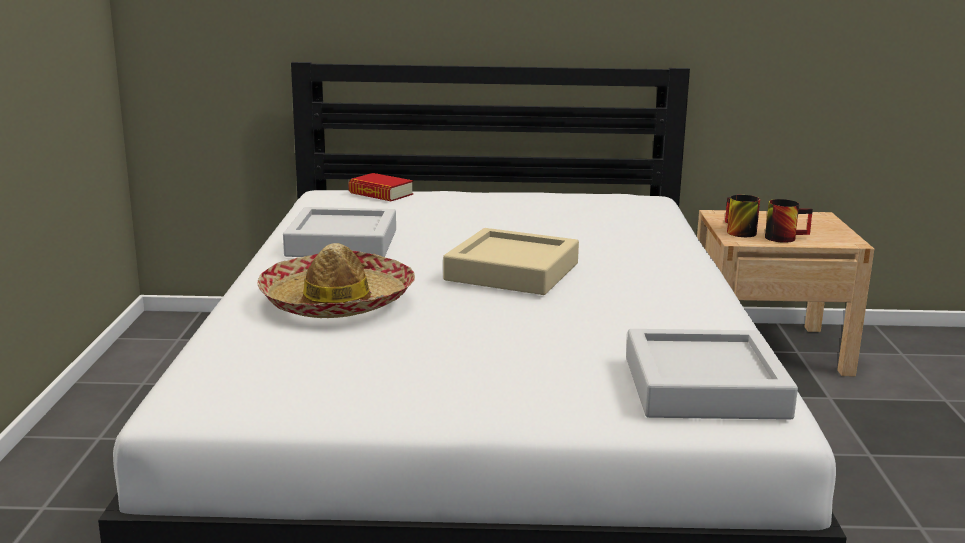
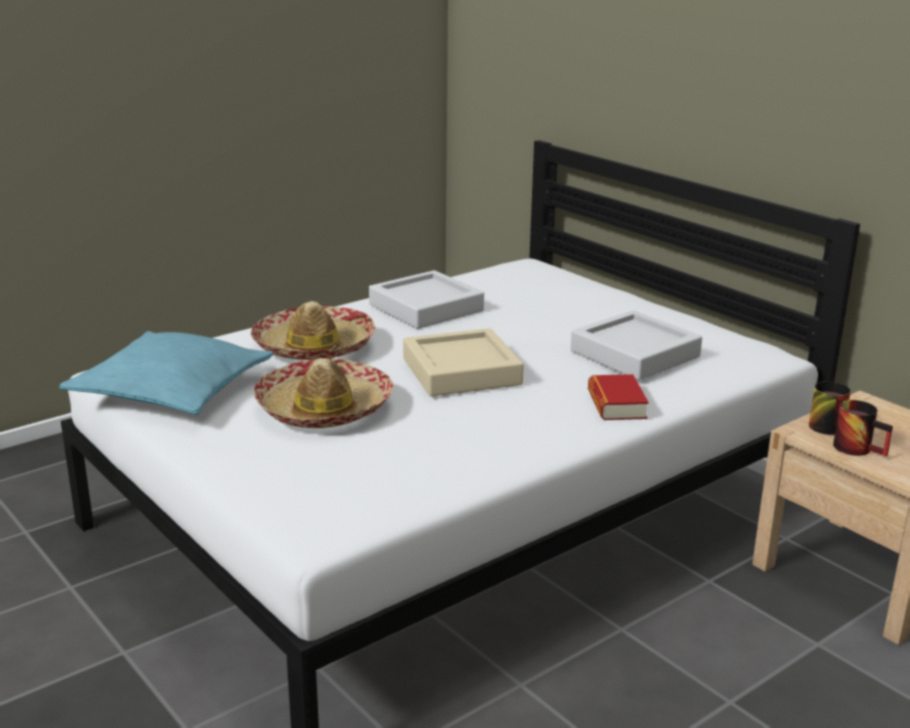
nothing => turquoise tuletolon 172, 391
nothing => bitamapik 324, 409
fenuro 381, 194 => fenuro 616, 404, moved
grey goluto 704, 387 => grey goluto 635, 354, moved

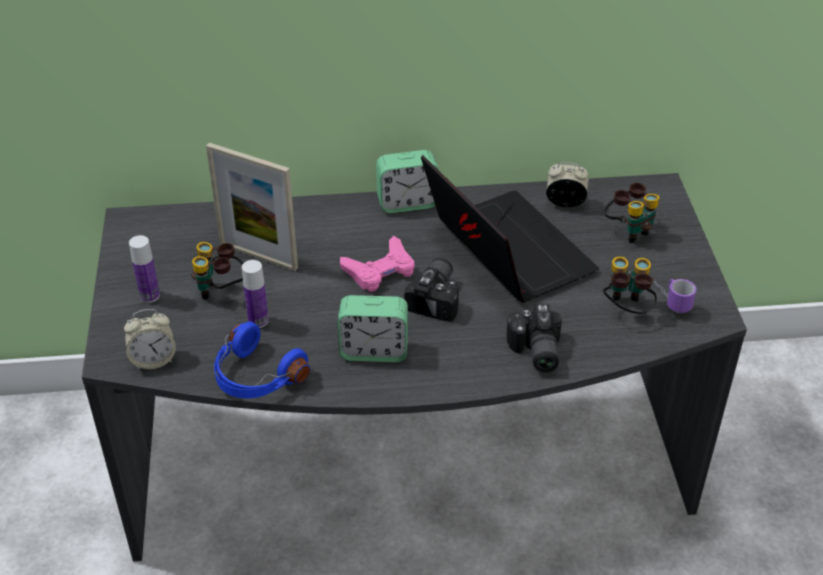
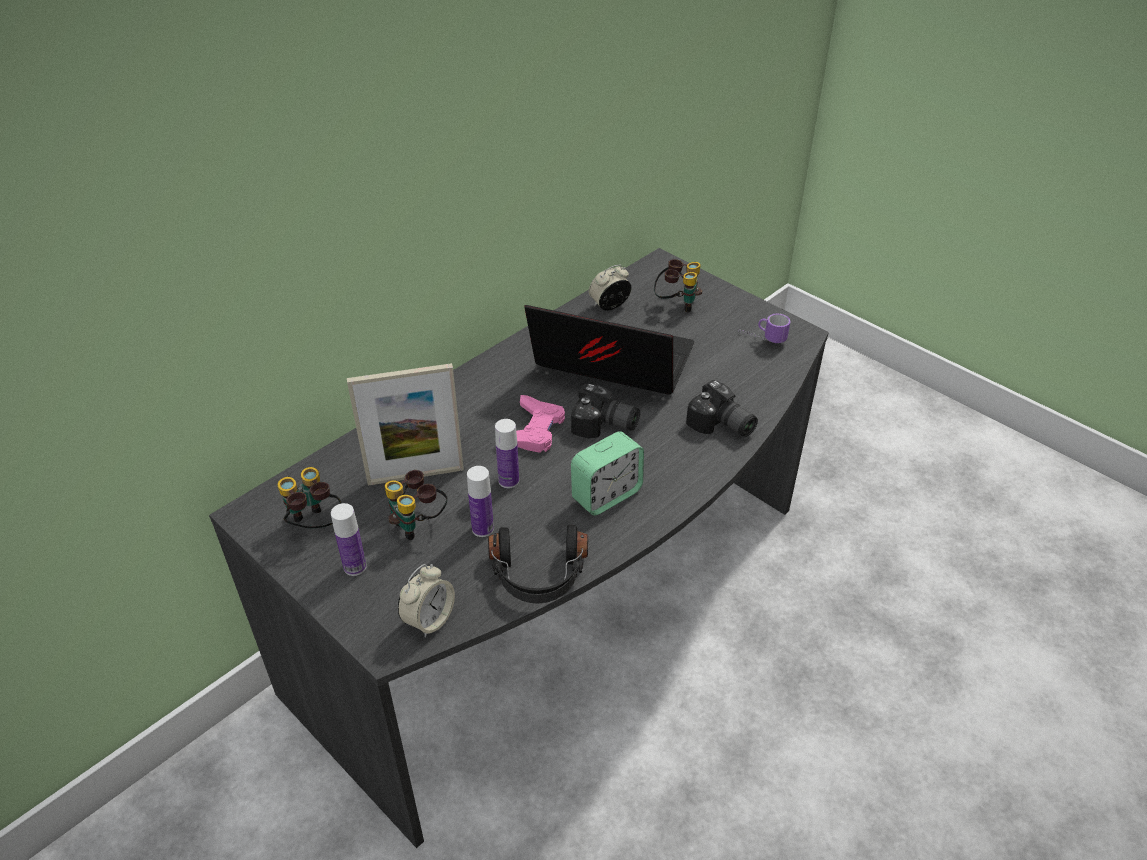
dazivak 407, 203 => nothing
nothing => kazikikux 508, 481
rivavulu 625, 309 => rivavulu 314, 525, moved
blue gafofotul 256, 377 => black gafofotul 538, 576
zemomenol 438, 298 => zemomenol 605, 426, 135 degrees clockwise

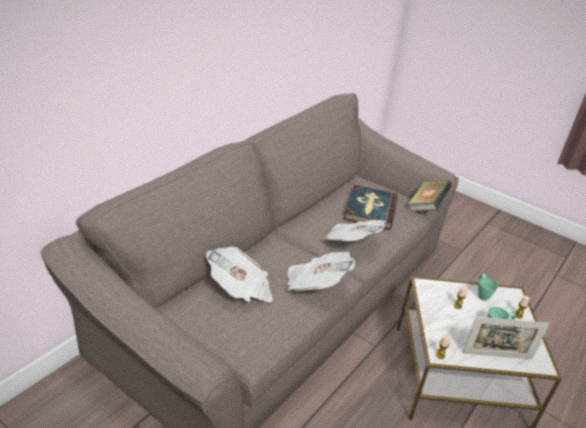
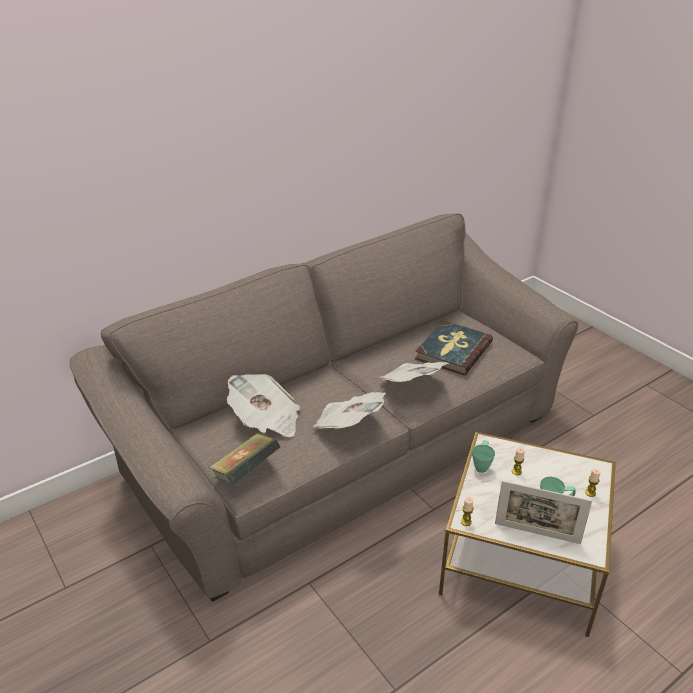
fenuro 426, 207 => fenuro 246, 473, moved
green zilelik 481, 294 => green zilelik 481, 465, moved

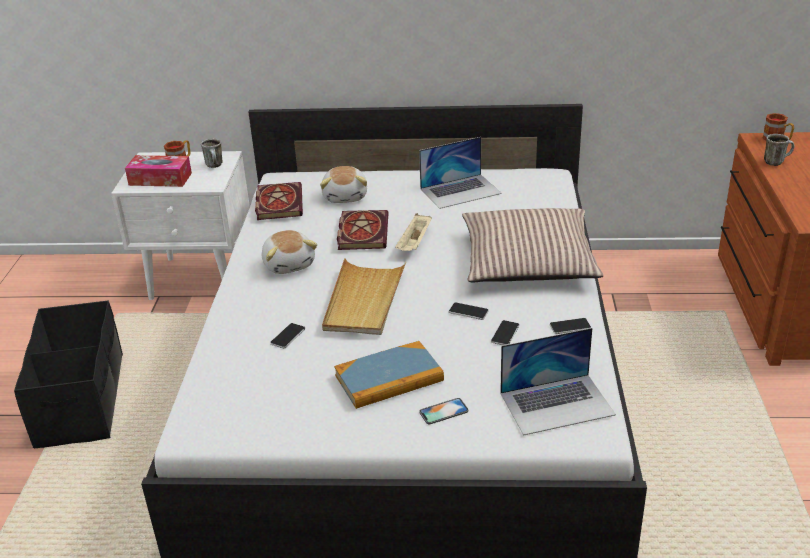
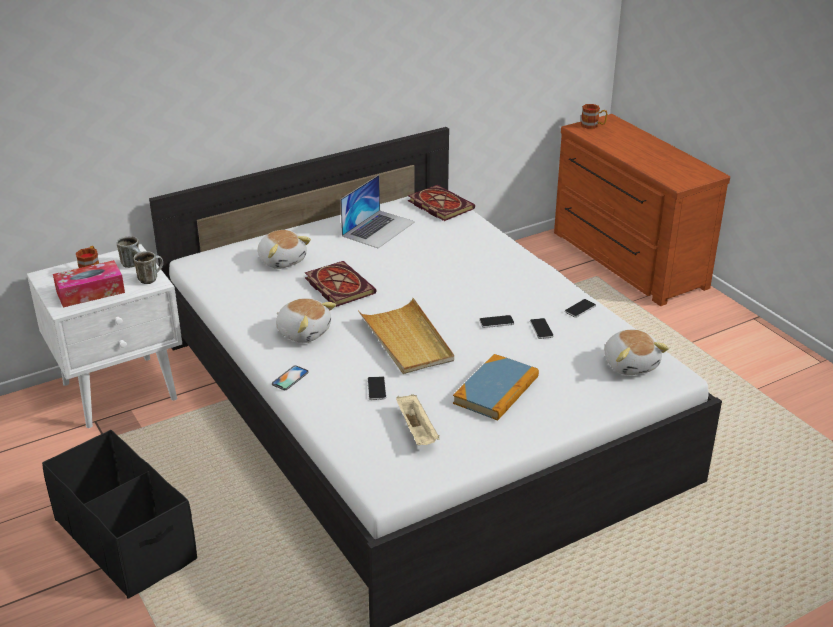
tuletolon 528, 261 => nothing
fenuro 278, 203 => fenuro 438, 205, moved
beige goluto 415, 243 => beige goluto 417, 431, moved
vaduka 443, 411 => vaduka 290, 378, moved
zilelik 776, 162 => zilelik 150, 278, moved
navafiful 557, 404 => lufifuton 631, 364

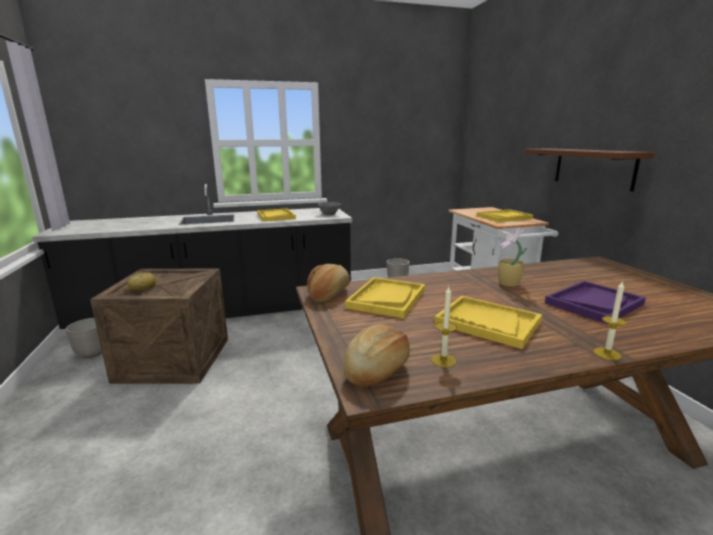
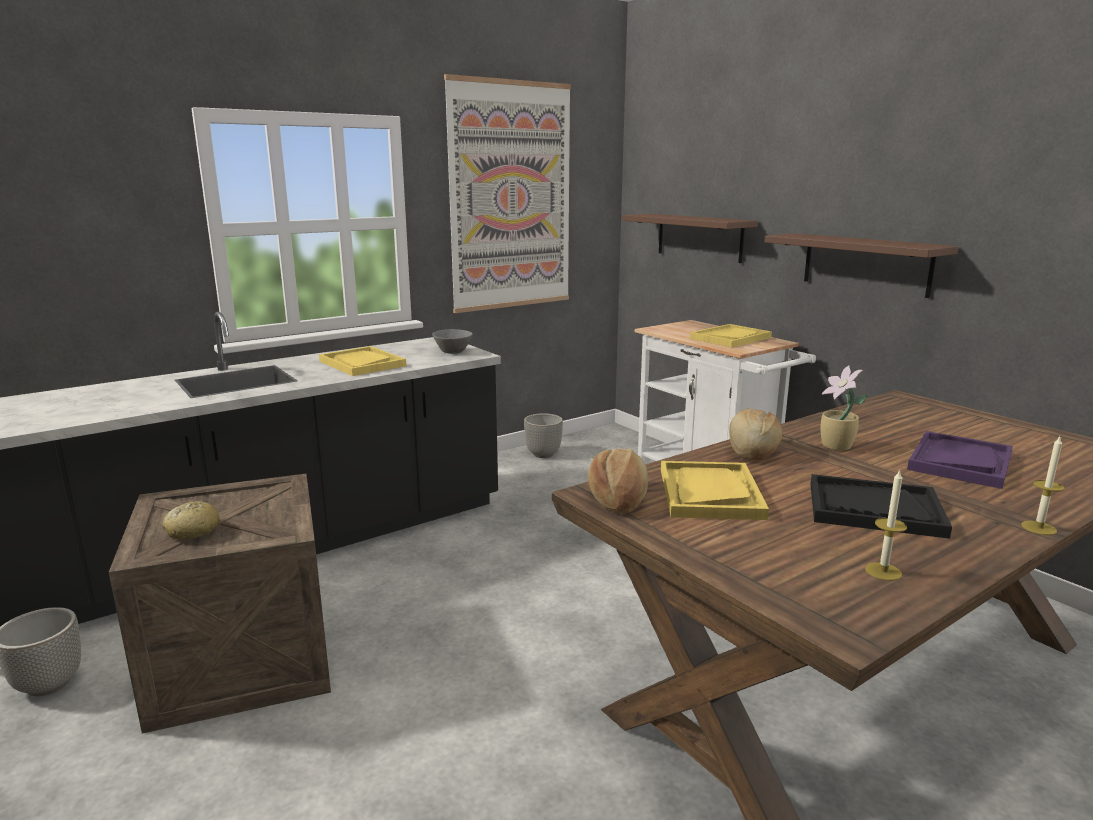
nothing => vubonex 511, 197
nothing => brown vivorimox 699, 237
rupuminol 377, 369 => rupuminol 751, 450, moved
yellow goluto 487, 323 => black goluto 874, 509

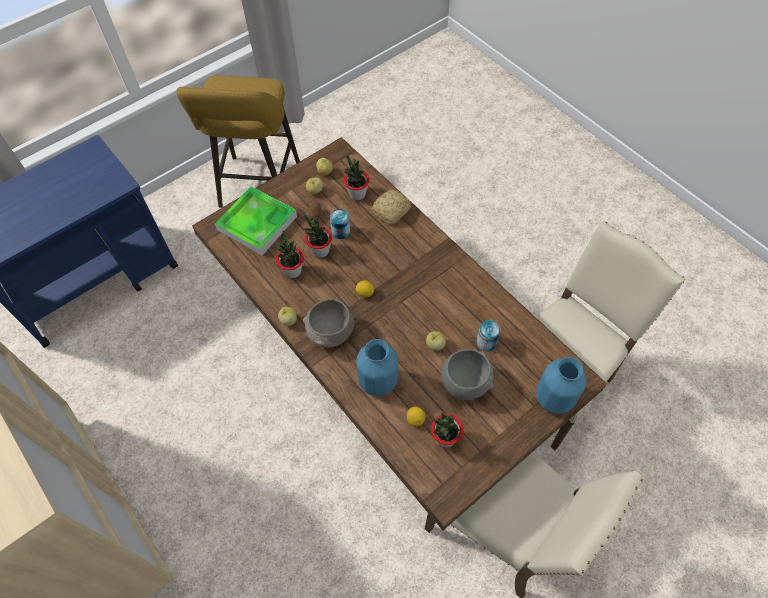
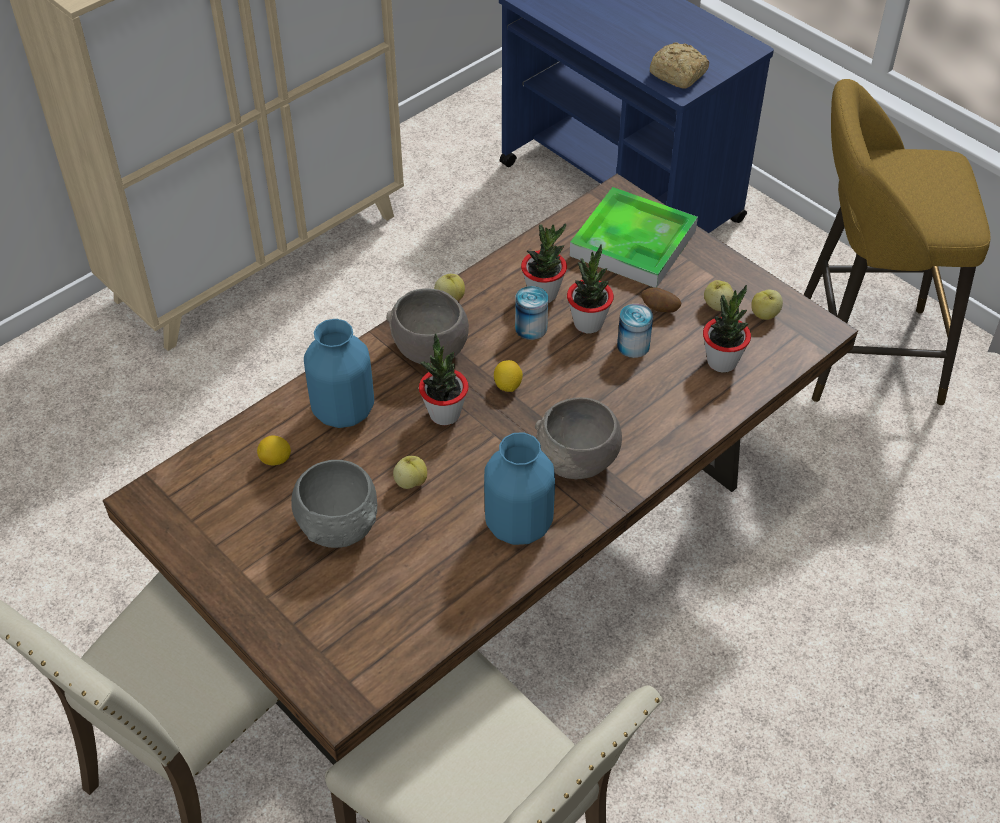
nothing => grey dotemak 577, 460
rupuminol 392, 210 => rupuminol 679, 75, moved
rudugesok 445, 438 => rudugesok 444, 414, moved
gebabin 486, 342 => gebabin 531, 328, moved
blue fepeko 554, 398 => blue fepeko 519, 526, moved

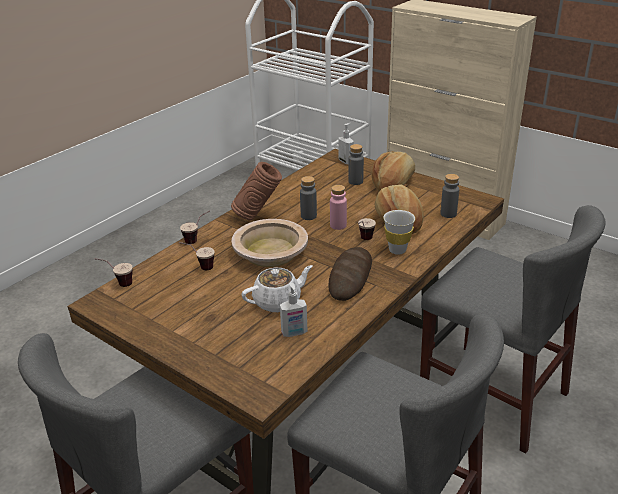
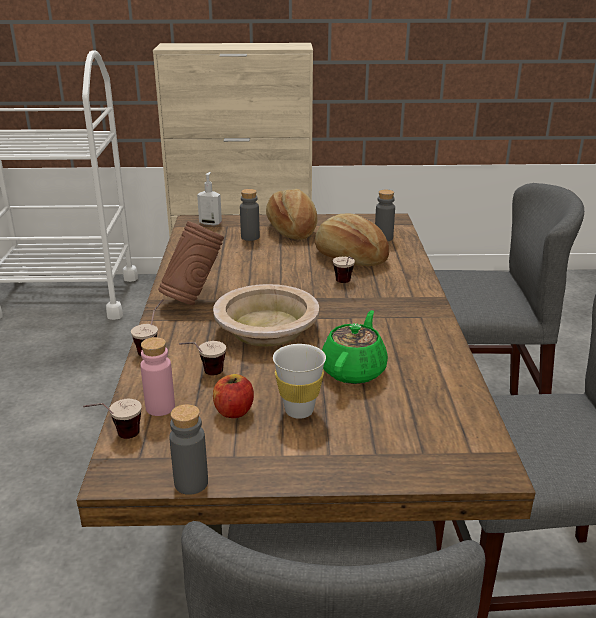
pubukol 294, 333 => nothing
rupuminol 350, 277 => nothing
nothing => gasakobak 234, 411
grey kazikikux 308, 216 => grey kazikikux 191, 483, moved
pink kazikikux 338, 225 => pink kazikikux 160, 407, moved
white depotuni 397, 250 => white depotuni 299, 410, moved
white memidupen 278, 301 => green memidupen 354, 370

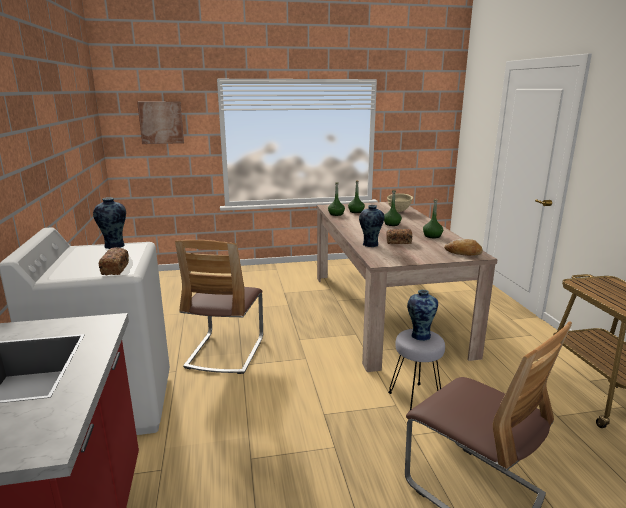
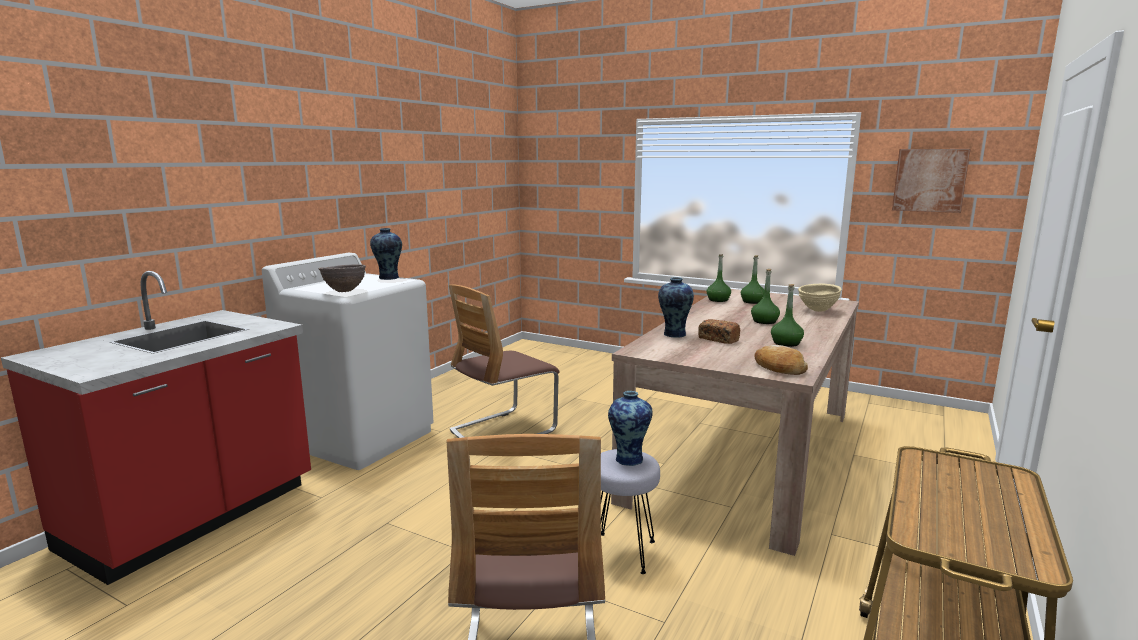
vubonex 161, 122 => vubonex 929, 180, moved
rupuminol 115, 269 => brown dotemak 344, 291

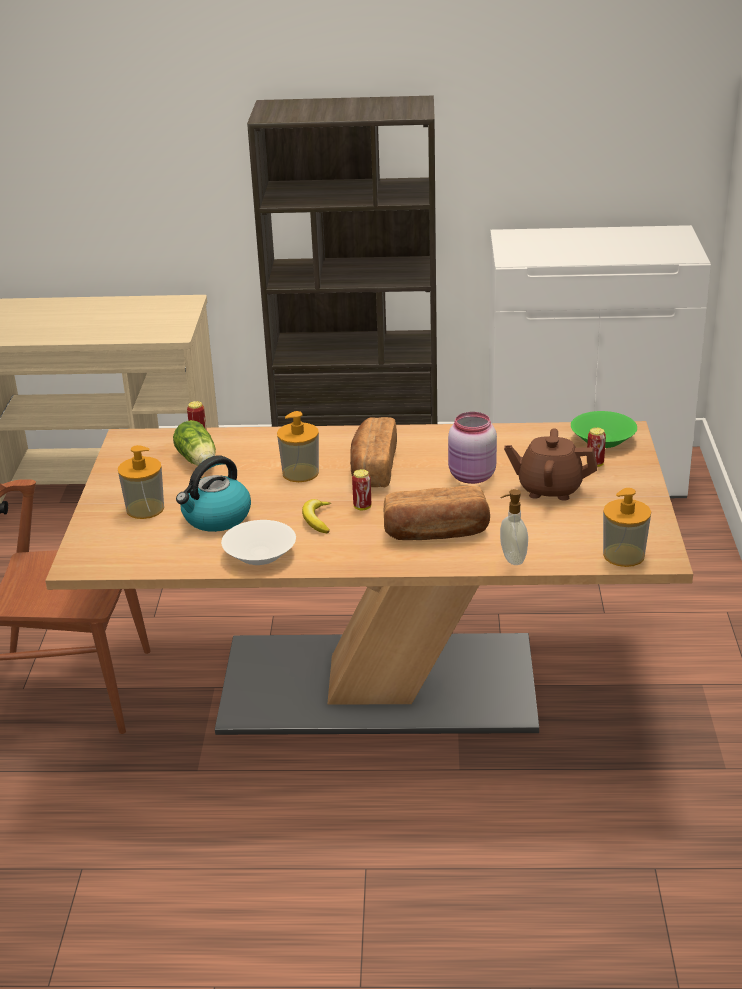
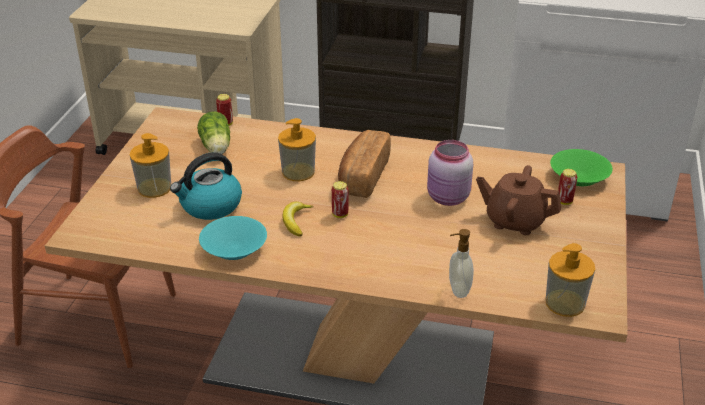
rupuminol 436, 532 => nothing
white dotemak 260, 554 => turquoise dotemak 234, 248

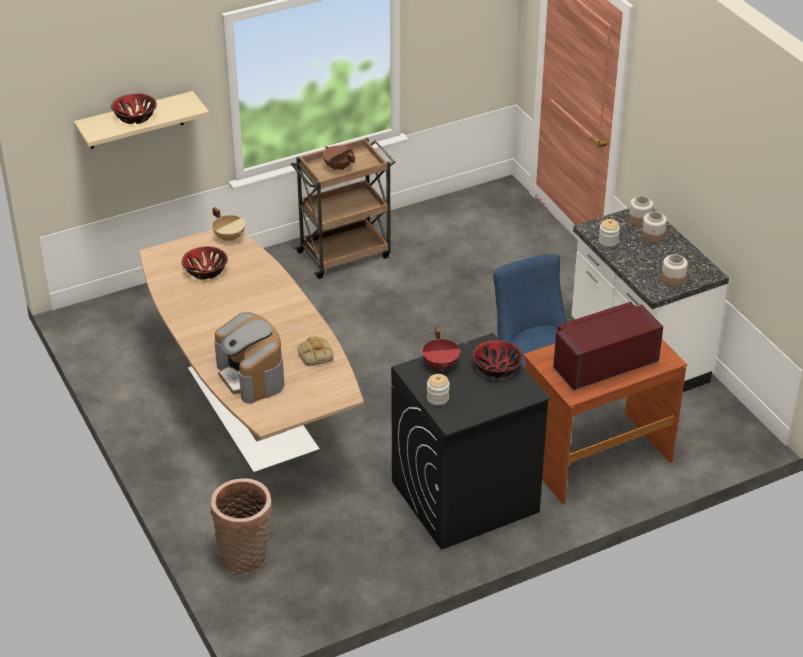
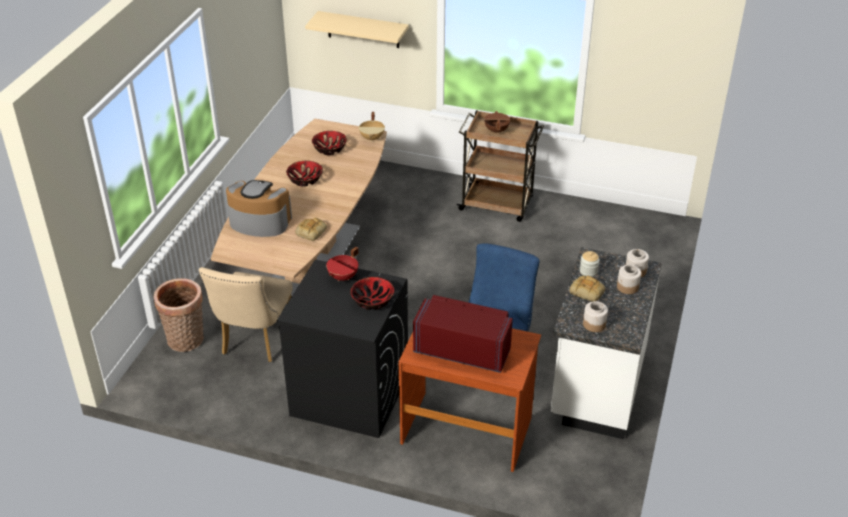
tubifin 437, 398 => nothing
nothing => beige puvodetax 254, 341
nothing => rupuminol 588, 291
dotemak 135, 117 => dotemak 305, 180, moved
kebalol 252, 376 => kebalol 259, 222, 90 degrees clockwise

